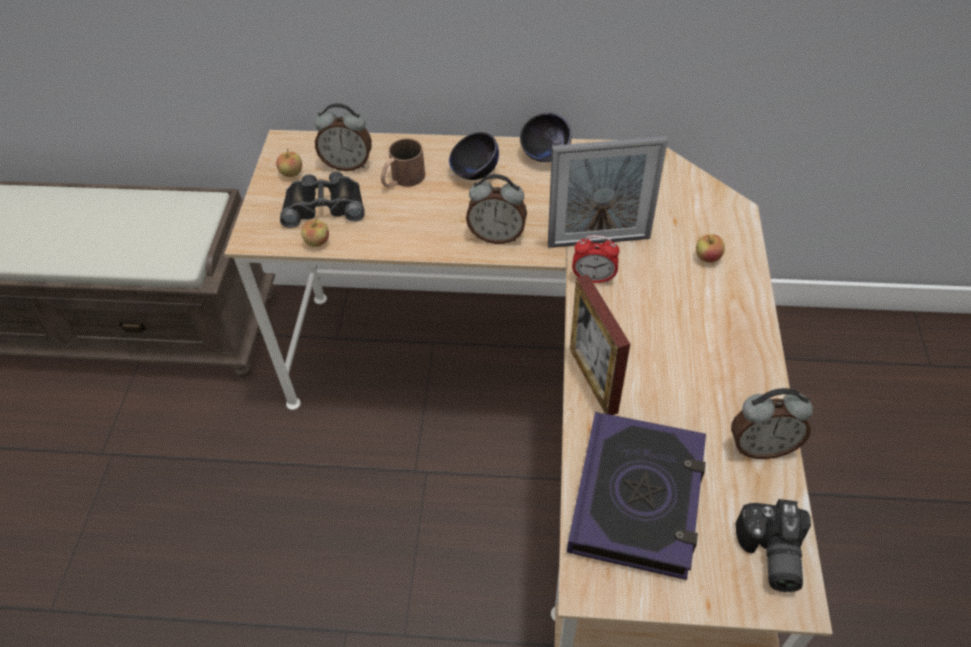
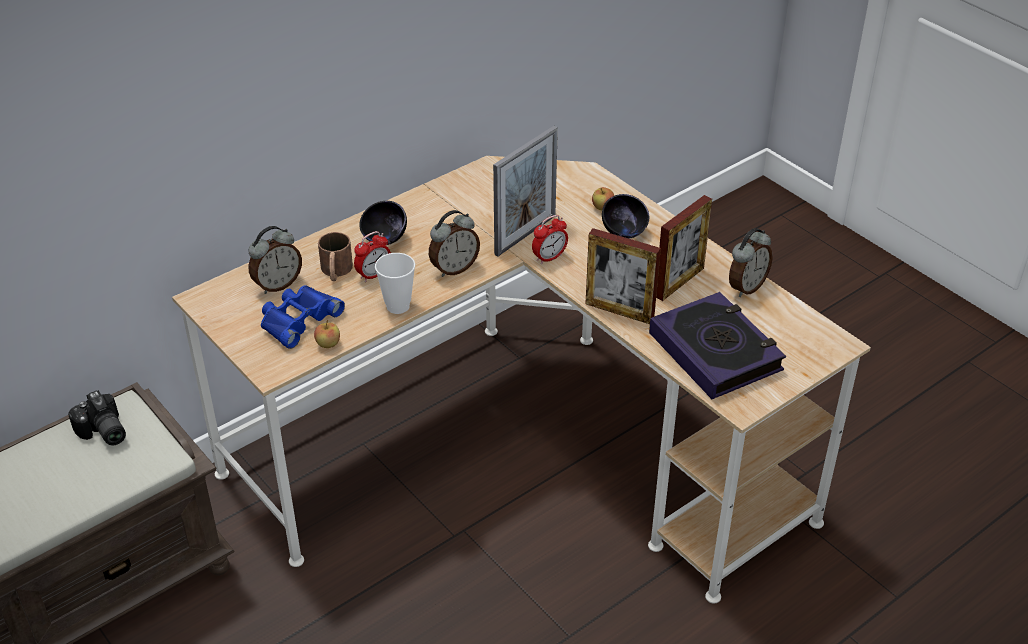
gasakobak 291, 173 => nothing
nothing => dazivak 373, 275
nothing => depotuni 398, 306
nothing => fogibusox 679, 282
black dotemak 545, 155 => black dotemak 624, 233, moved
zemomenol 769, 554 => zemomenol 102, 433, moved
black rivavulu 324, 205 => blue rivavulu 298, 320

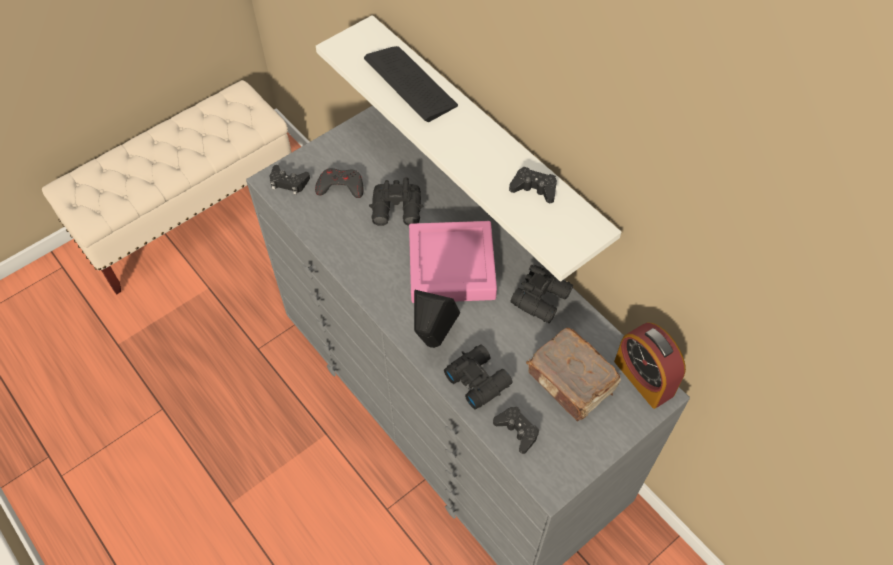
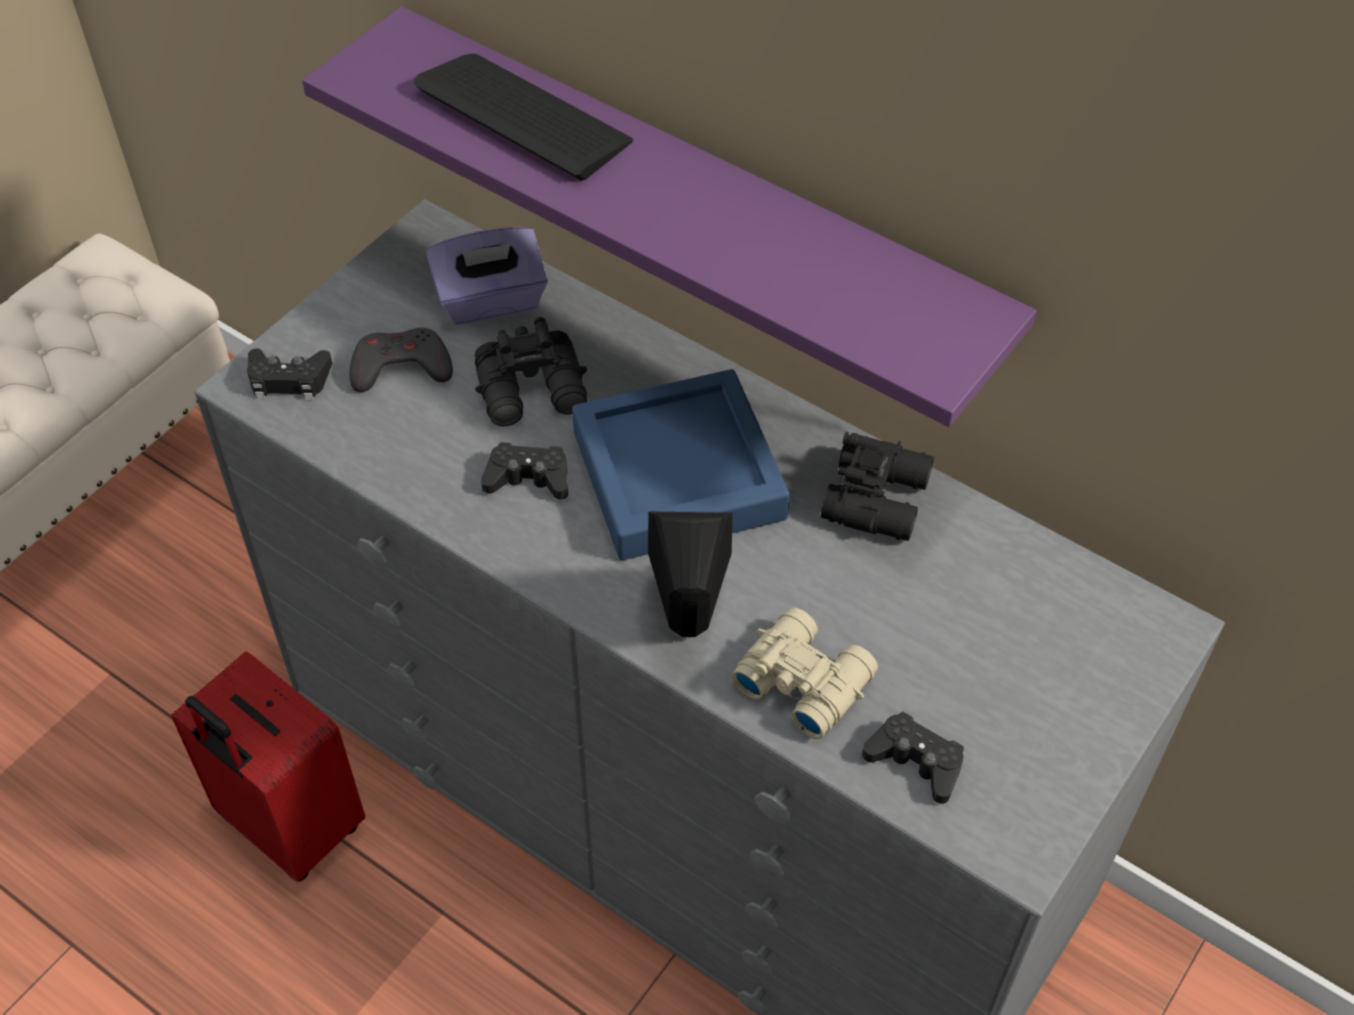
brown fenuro 571, 381 => nothing
dazivak 643, 378 => nothing
nothing => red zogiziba 288, 827
nothing => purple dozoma 491, 301
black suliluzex 534, 188 => black suliluzex 528, 478, moved
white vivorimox 484, 138 => purple vivorimox 692, 202
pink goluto 451, 267 => blue goluto 678, 475
black rivavulu 478, 379 => beige rivavulu 803, 679

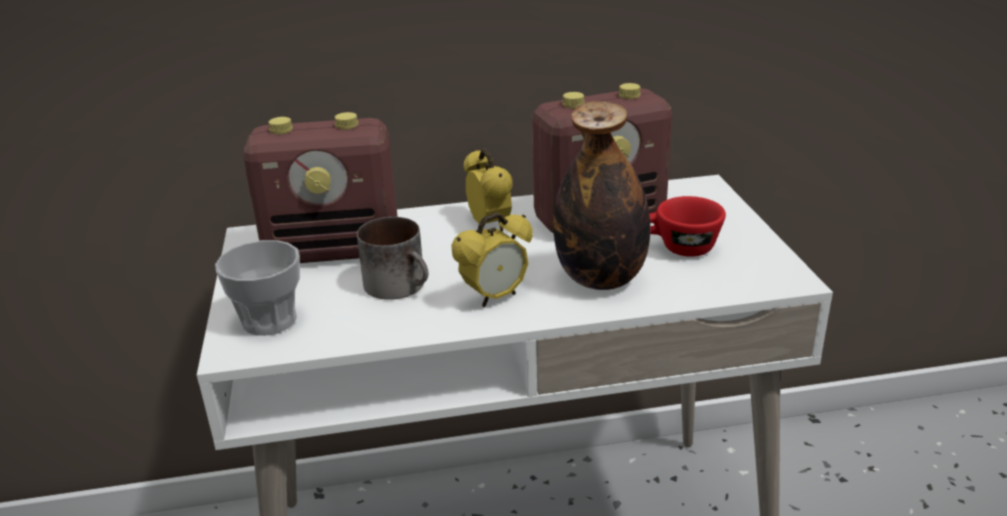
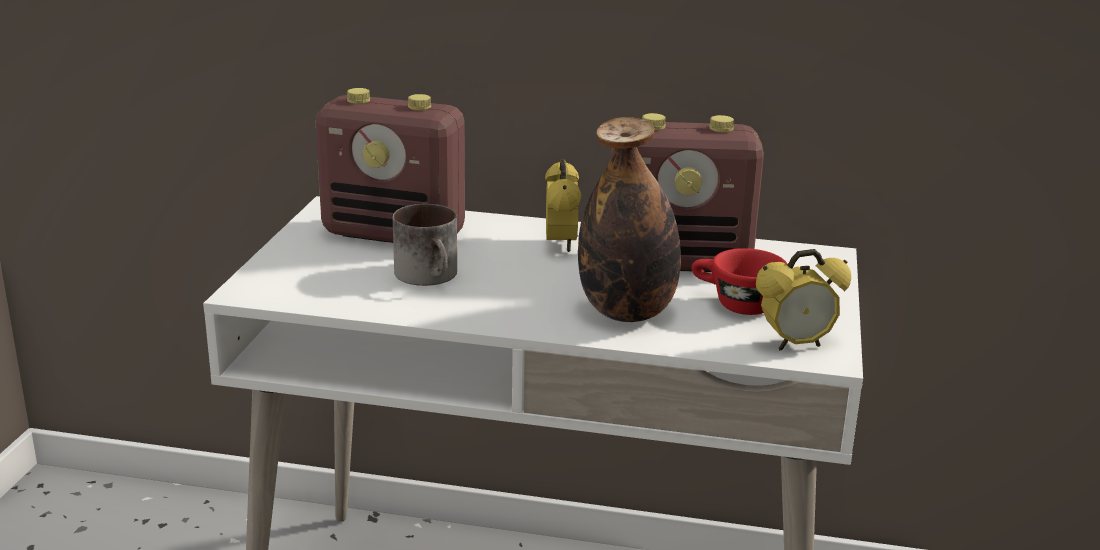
depotuni 269, 320 => nothing
dazivak 495, 297 => dazivak 796, 345, moved

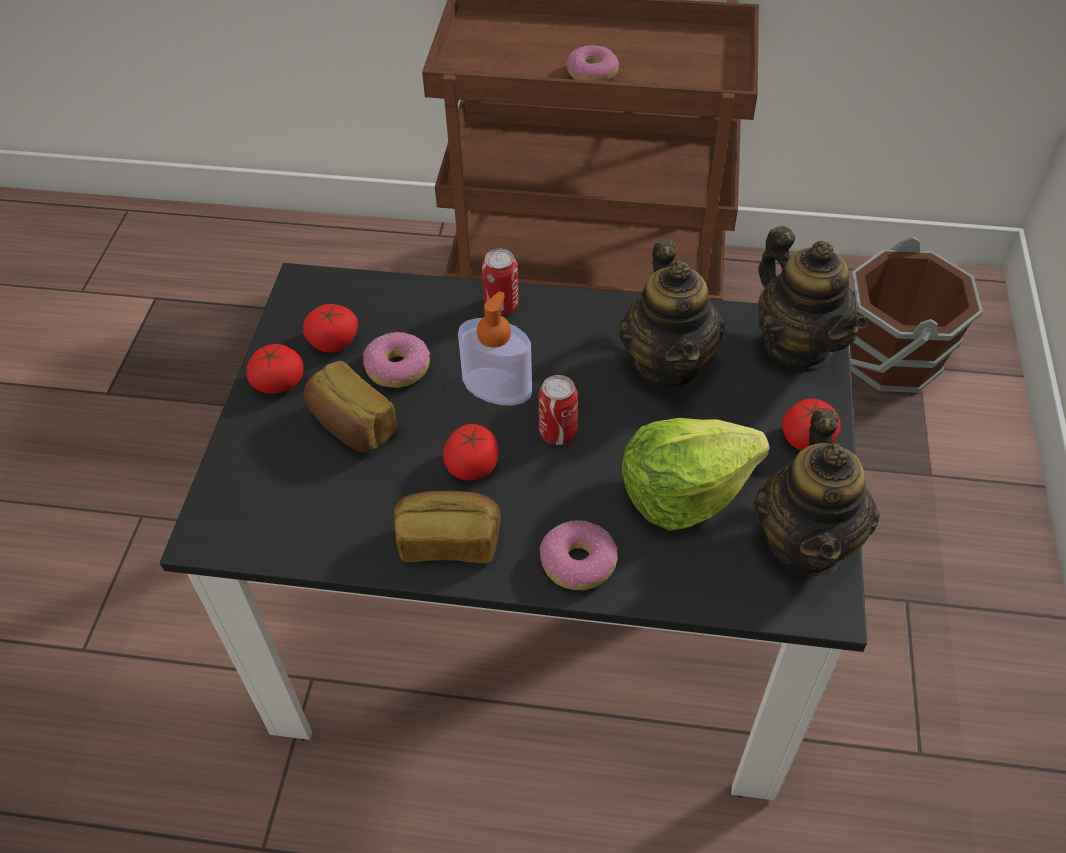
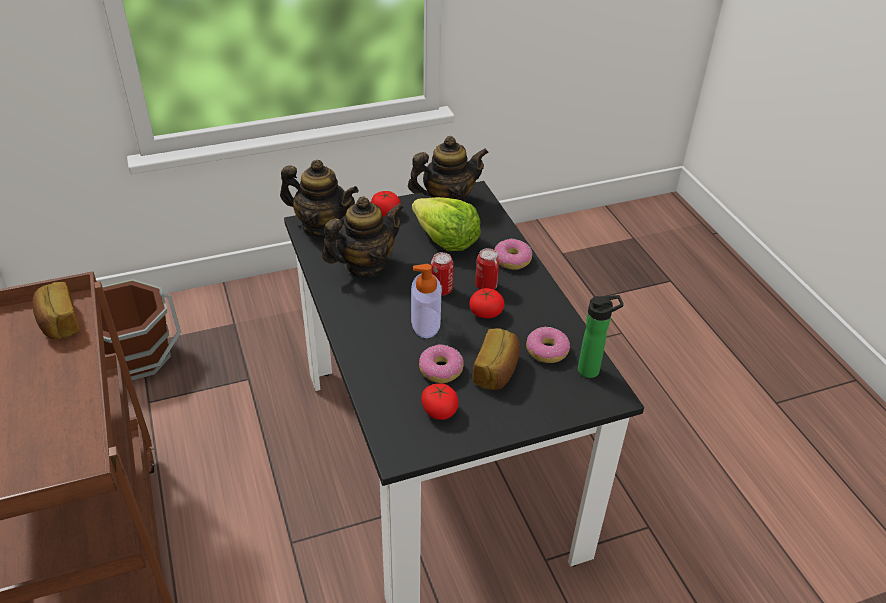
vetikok 278, 382 => nothing
nothing => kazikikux 592, 370
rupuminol 449, 540 => rupuminol 58, 322, moved
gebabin 501, 305 => gebabin 486, 285, moved
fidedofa 591, 73 => fidedofa 547, 351, moved
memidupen 797, 345 => memidupen 322, 227, 75 degrees clockwise

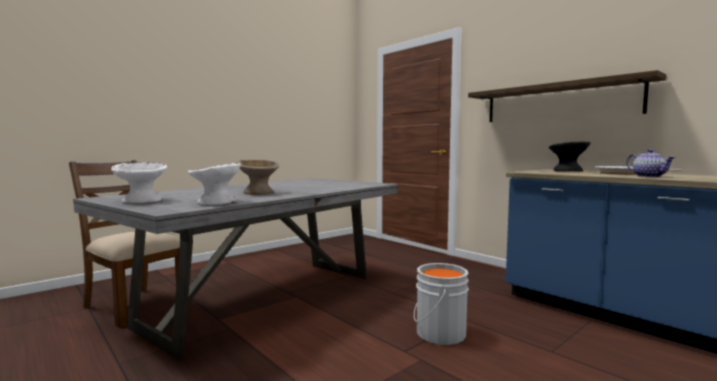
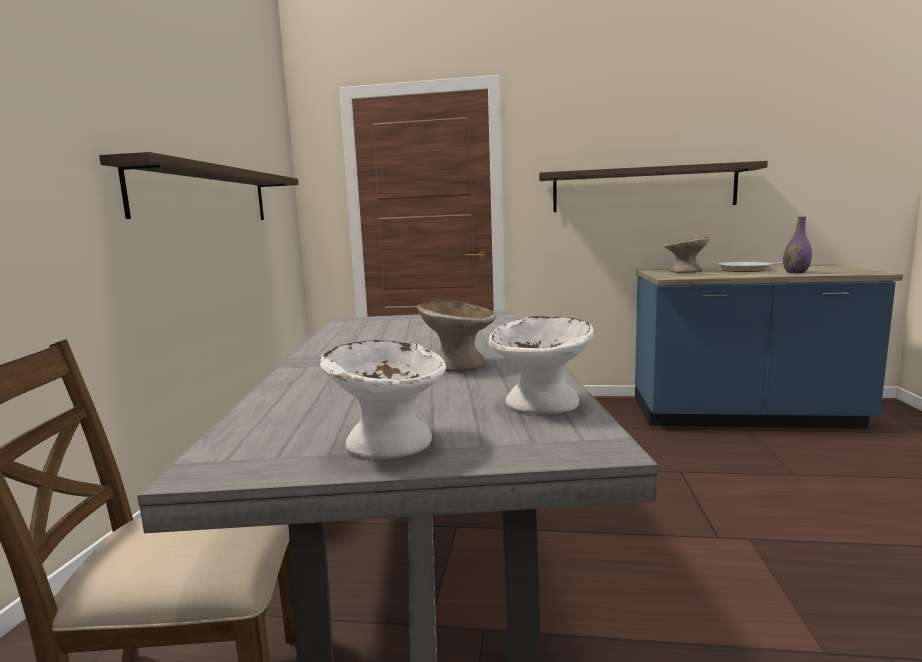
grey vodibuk 438, 333 => nothing
nothing => vivorimox 204, 195
memidupen 649, 176 => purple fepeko 796, 272
black dotemak 567, 171 => beige dotemak 685, 271

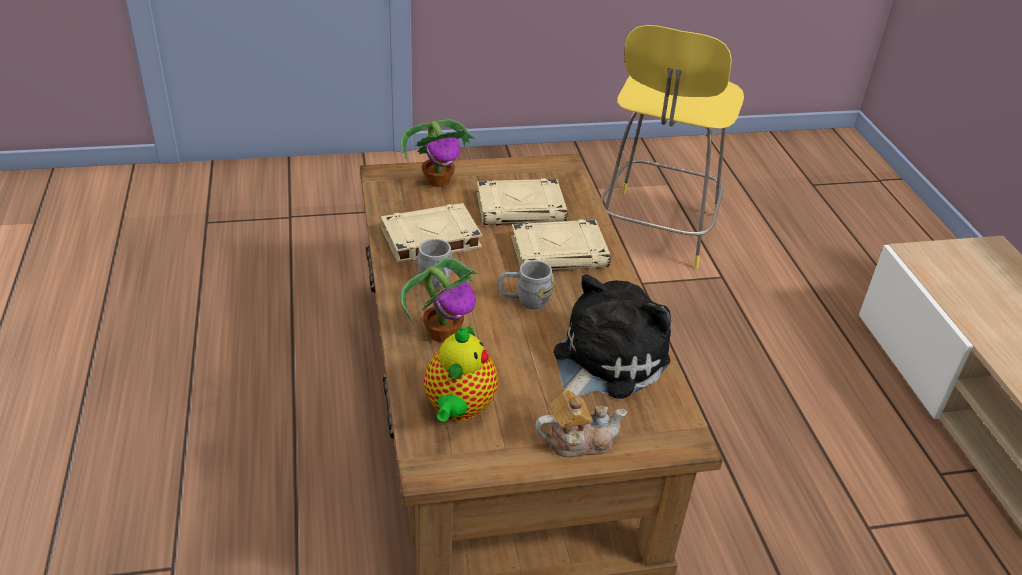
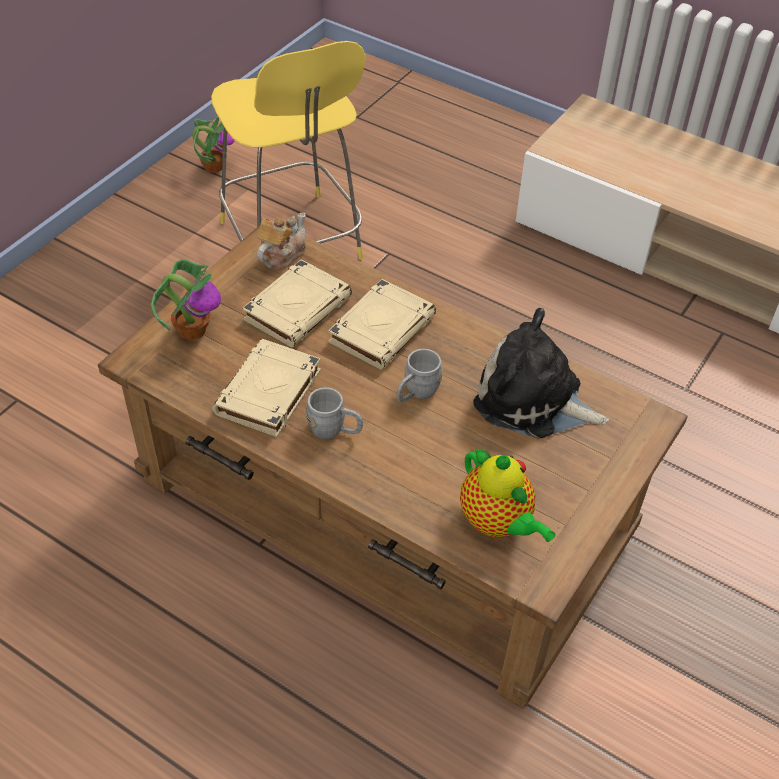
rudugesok 443, 332 => rudugesok 213, 166, moved
memidupen 578, 441 => memidupen 281, 254, moved
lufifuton 604, 361 => lufifuton 533, 400, 60 degrees counterclockwise

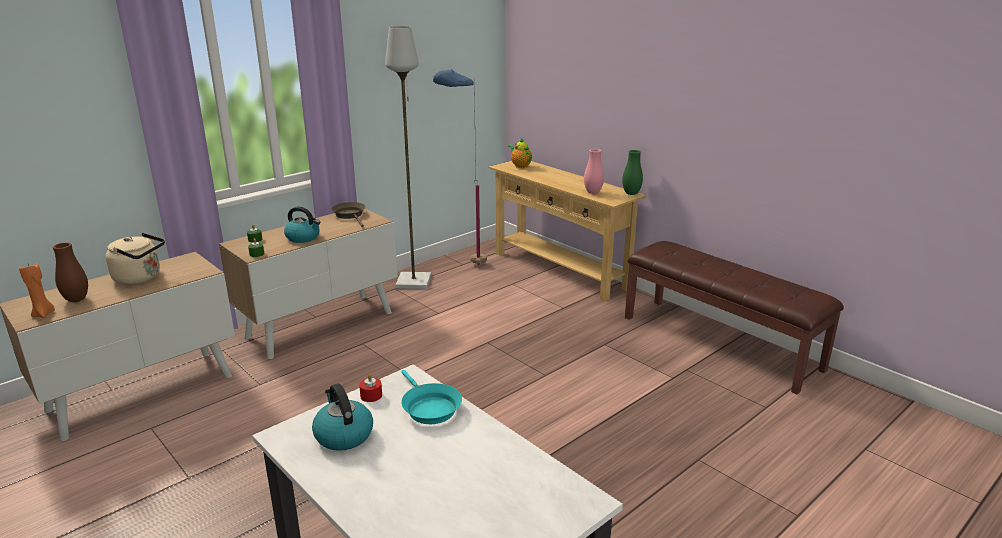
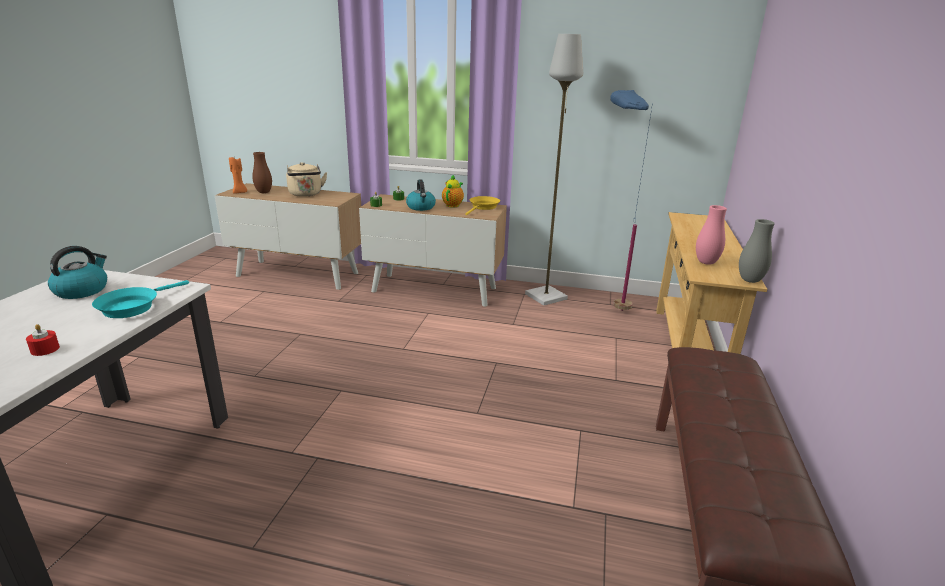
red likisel 371, 395 => red likisel 45, 349, moved
memidupen 520, 166 => memidupen 453, 205, moved
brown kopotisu 350, 215 => yellow kopotisu 483, 207
green fepeko 631, 193 => grey fepeko 750, 280

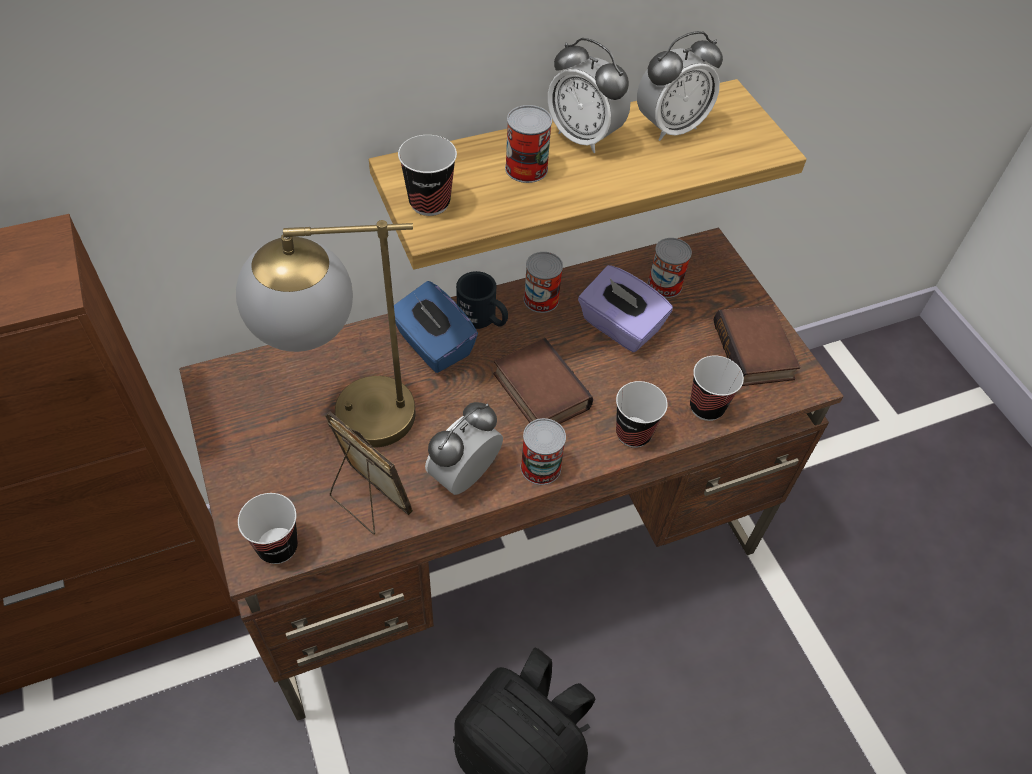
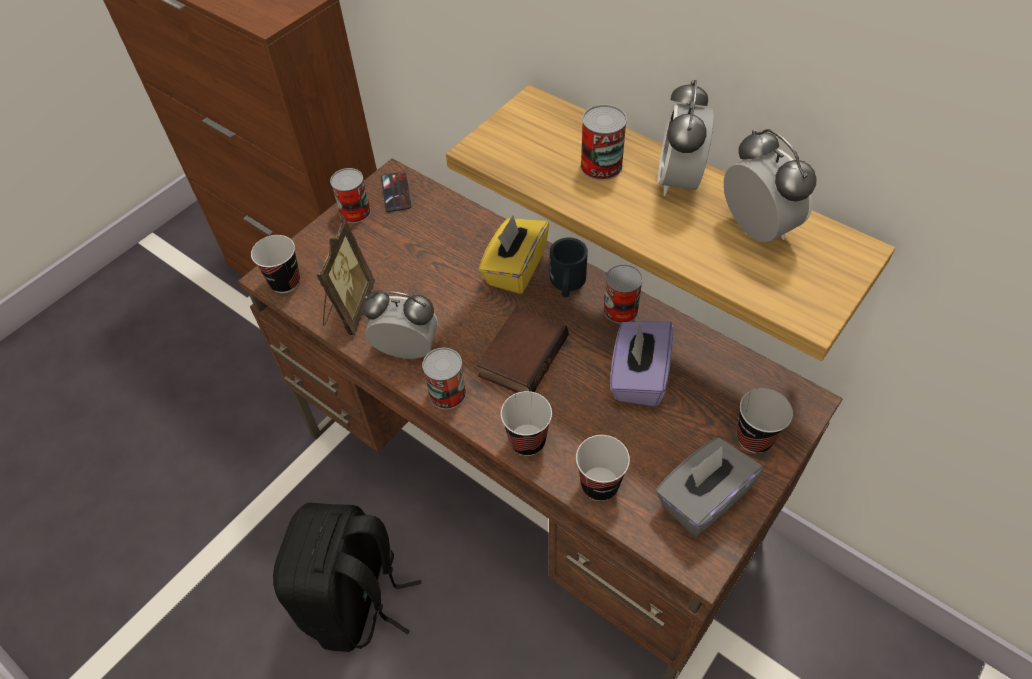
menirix 345, 418 => nothing
nothing => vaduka 396, 192
depotuni 429, 202 => depotuni 754, 438, moved
gebabin 664, 285 => gebabin 355, 212, moved
fenuro 756, 352 => grey dozoma 702, 499
blue dozoma 433, 345 => yellow dozoma 515, 269
dazivak 670, 127 => dazivak 756, 229, 150 degrees counterclockwise

